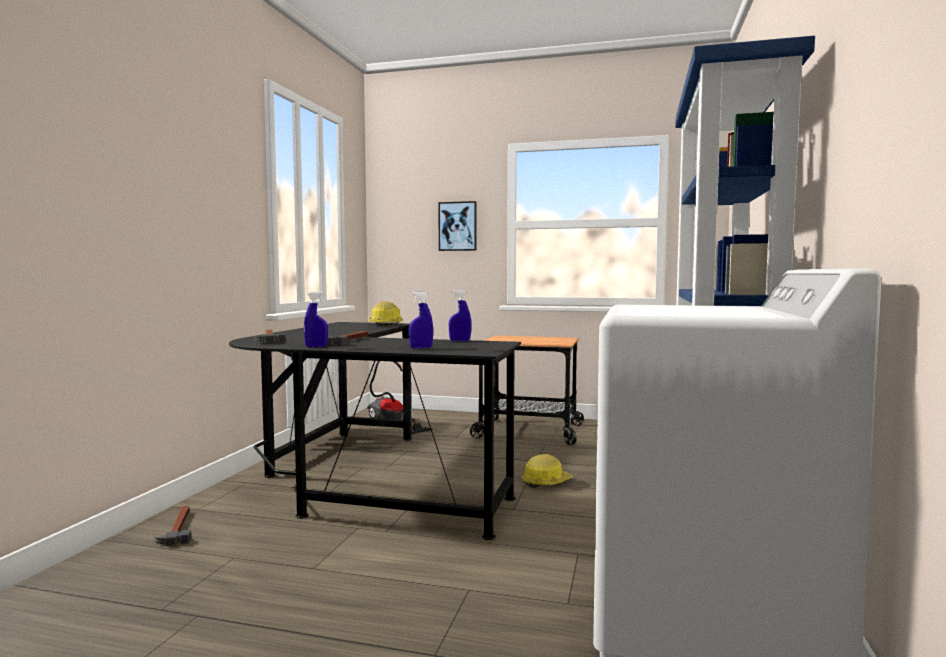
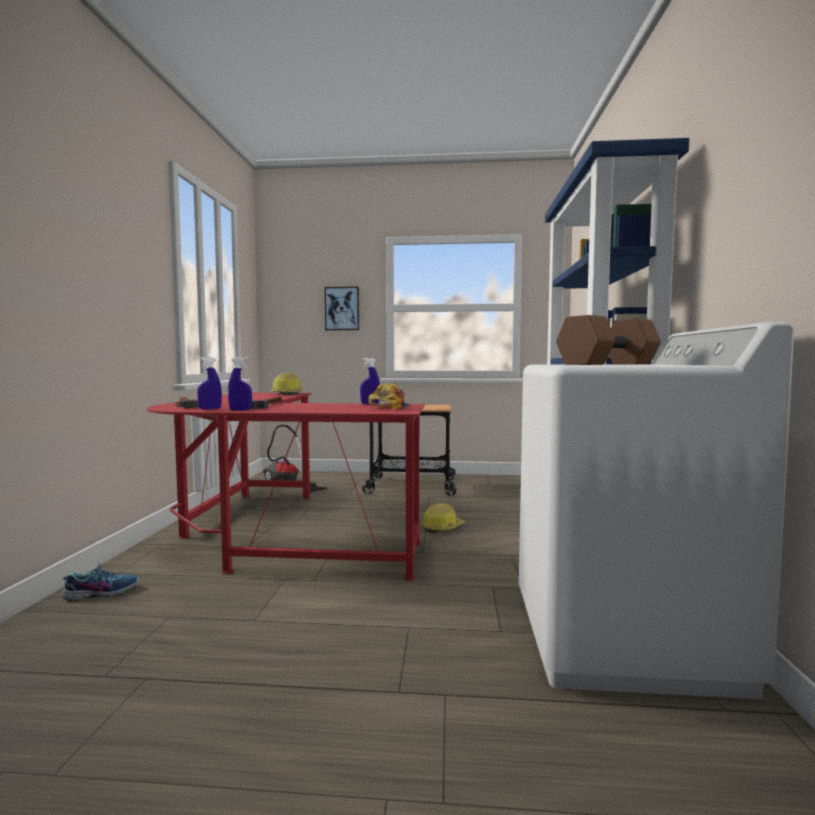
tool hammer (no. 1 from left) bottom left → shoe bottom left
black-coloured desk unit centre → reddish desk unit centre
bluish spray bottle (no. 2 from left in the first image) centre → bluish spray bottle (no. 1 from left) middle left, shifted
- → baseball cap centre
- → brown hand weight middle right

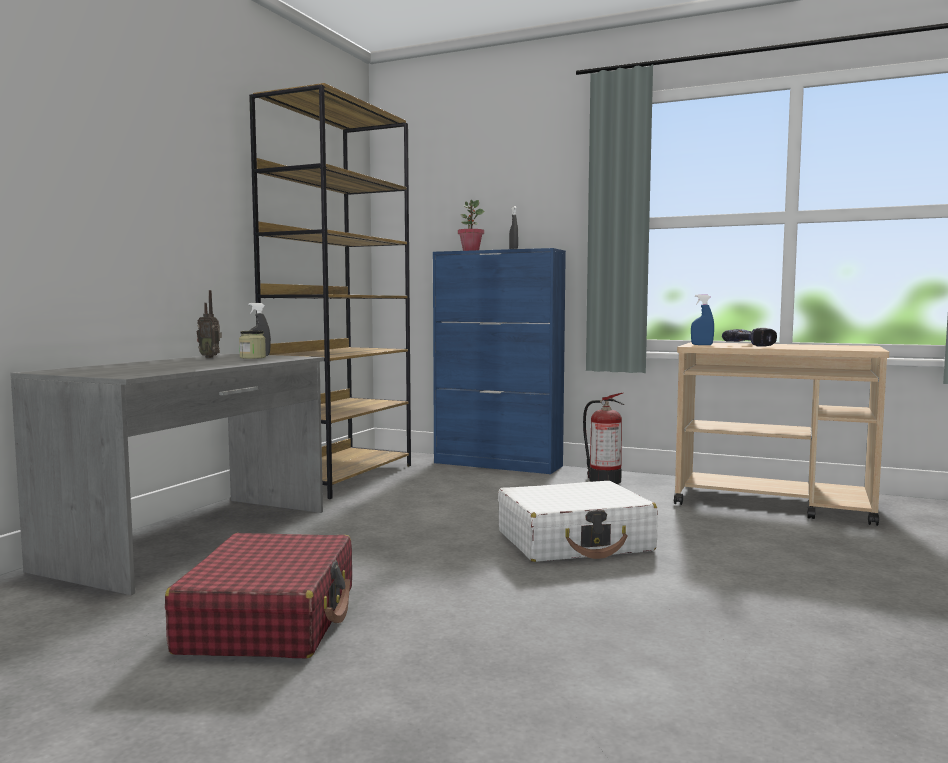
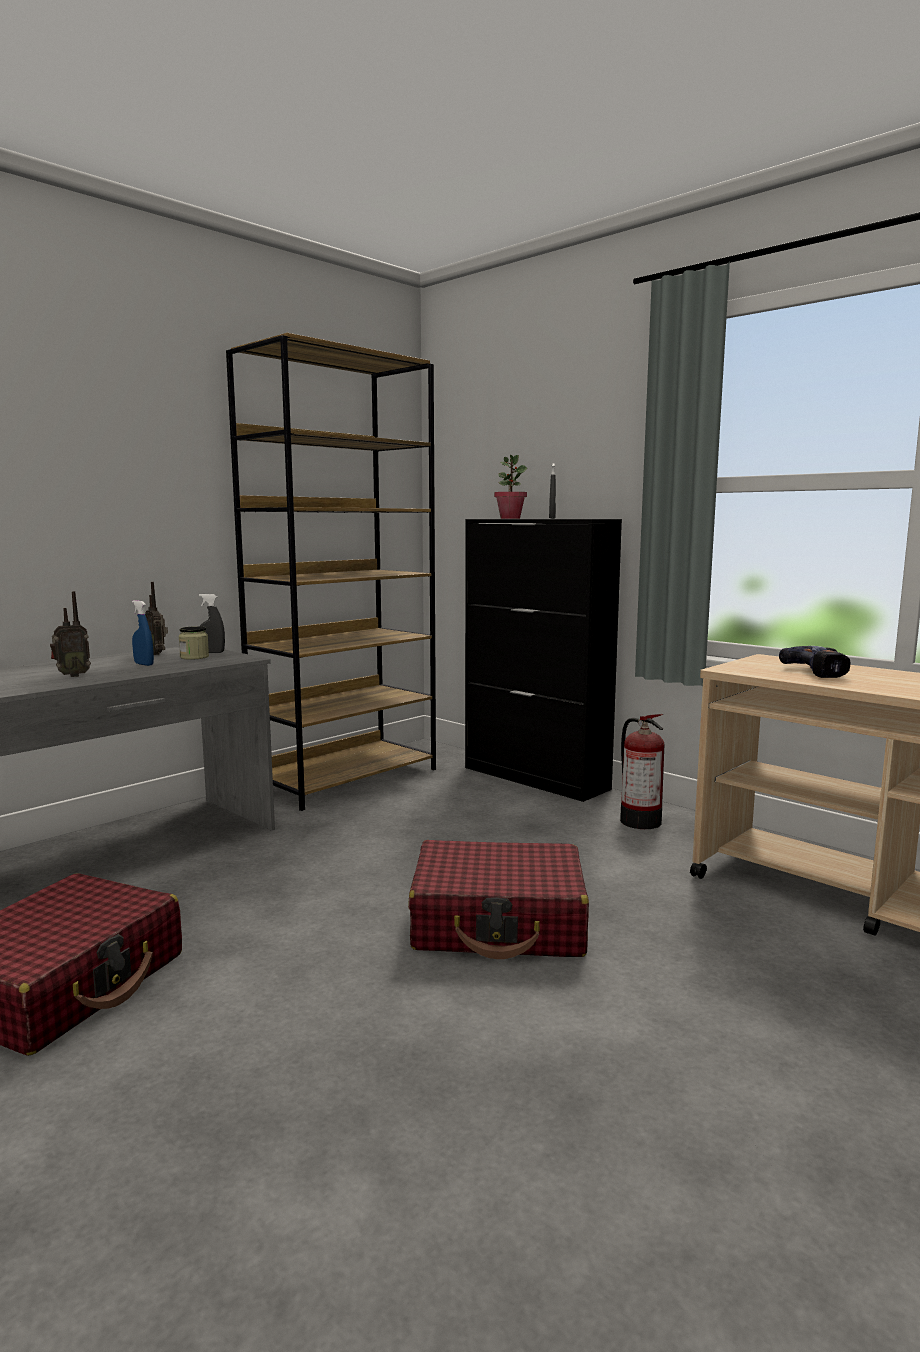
- → radio (no. 1 from left) middle left
bluish spray bottle middle right → bluish spray bottle middle left, shifted
white piece of luggage bottom centre → reddish piece of luggage (no. 2 from left) centre
bluish cabinet centre → black-coloured cabinet centre

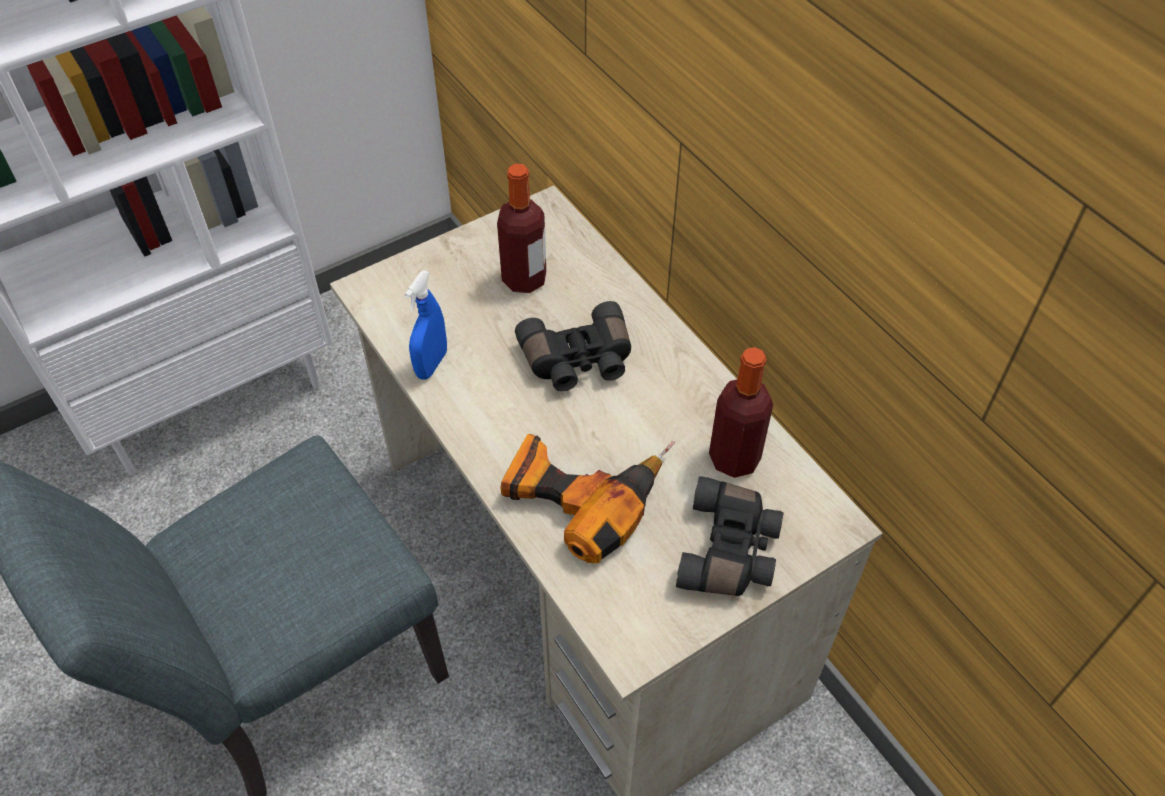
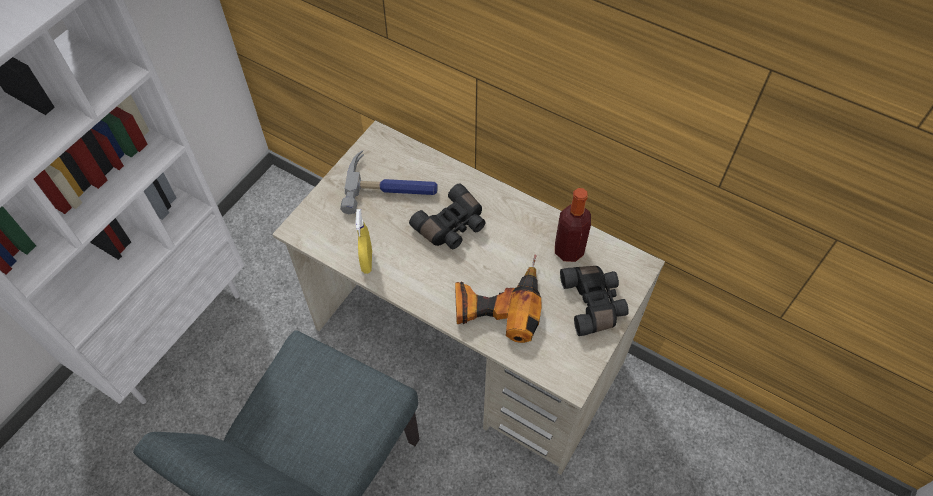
beverage bottle (no. 1 from left) top centre → tool hammer centre
bluish spray bottle centre → yellow-coloured spray bottle centre

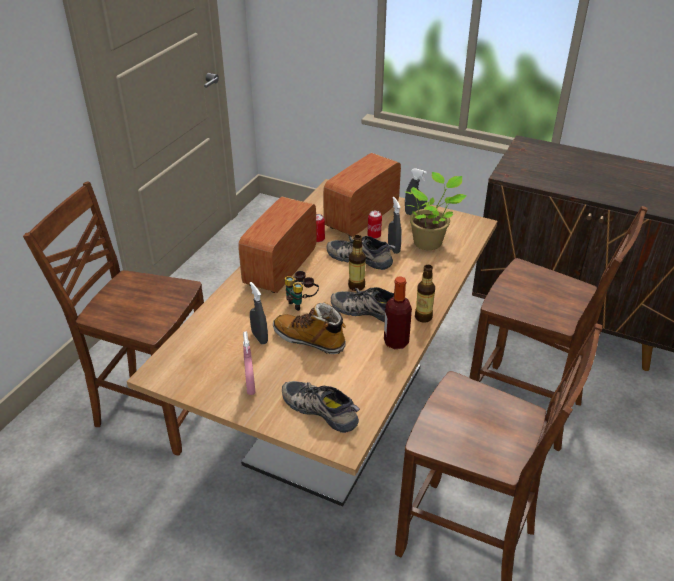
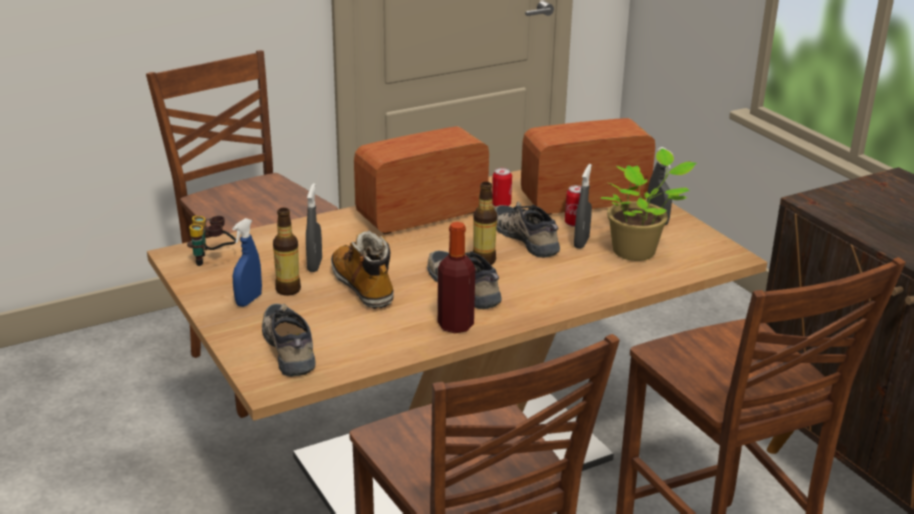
field glasses centre → field glasses middle left, shifted
pink spray bottle centre → bluish spray bottle middle left
beverage bottle (no. 3 from left in the first image) centre → beverage bottle (no. 1 from left) middle left, shifted

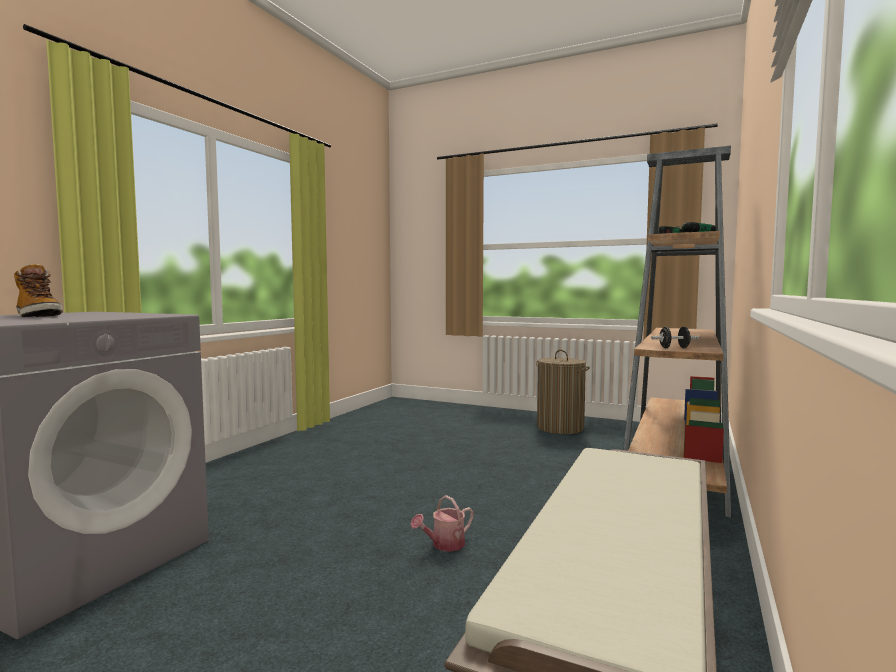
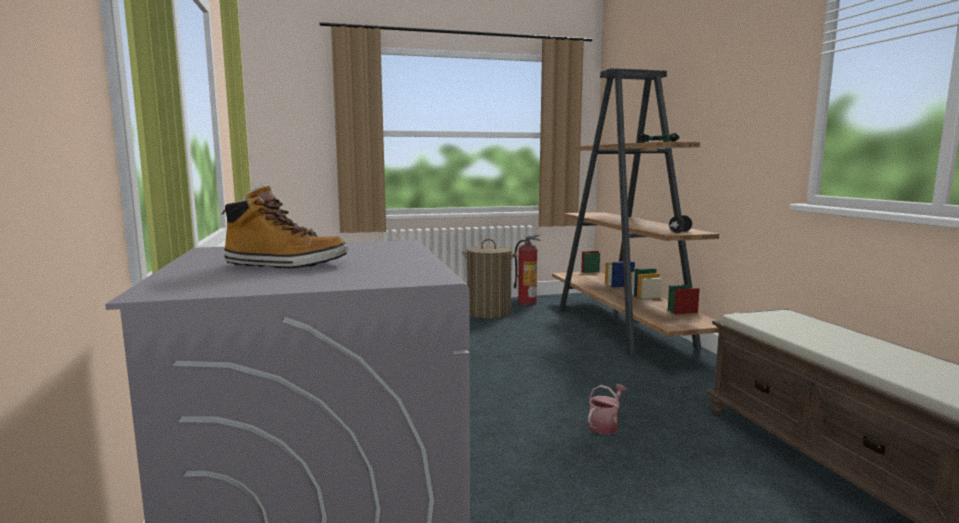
- → fire-fighting cylinder centre
sprinkling can bottom centre, 150 degrees counterclockwise

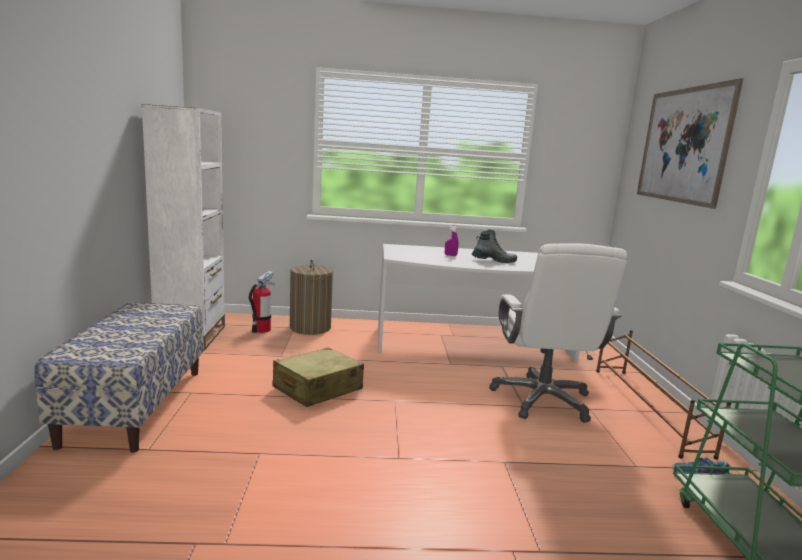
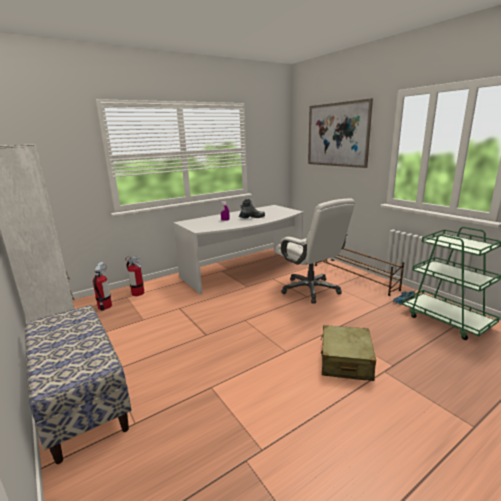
washing basket centre → fire-fighting cylinder (no. 2 from left) middle left
sand-coloured piece of luggage bottom centre → sand-coloured piece of luggage bottom right, shifted

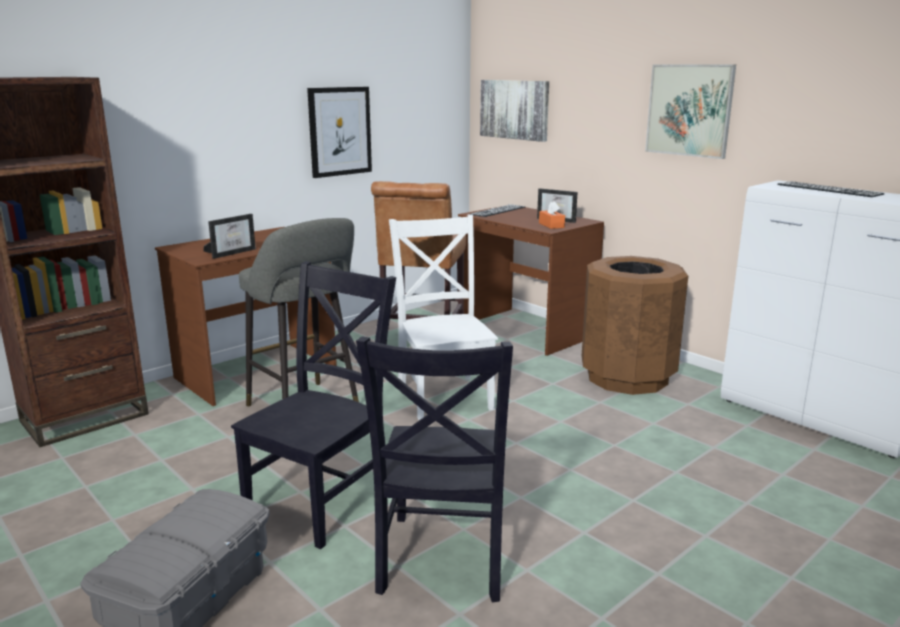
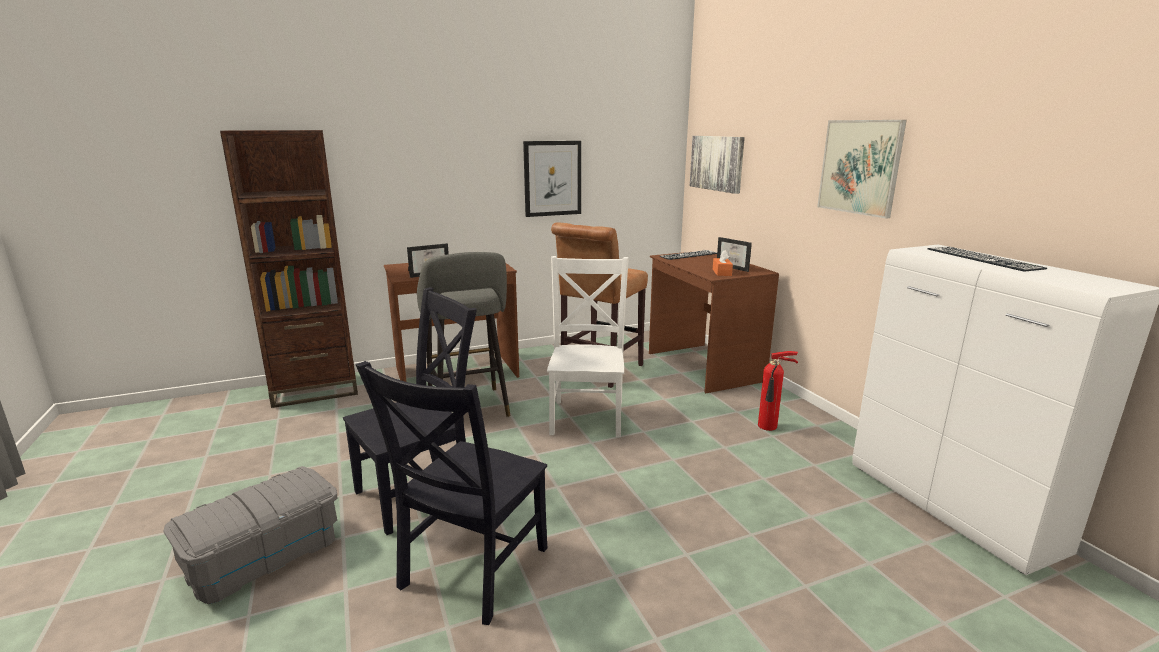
brown rubbish bin middle right → fire-fighting cylinder middle right

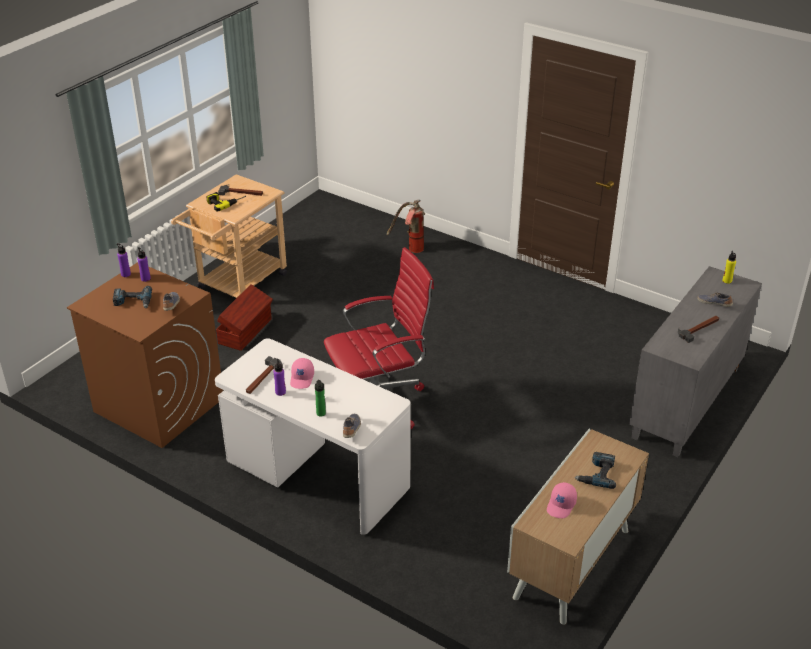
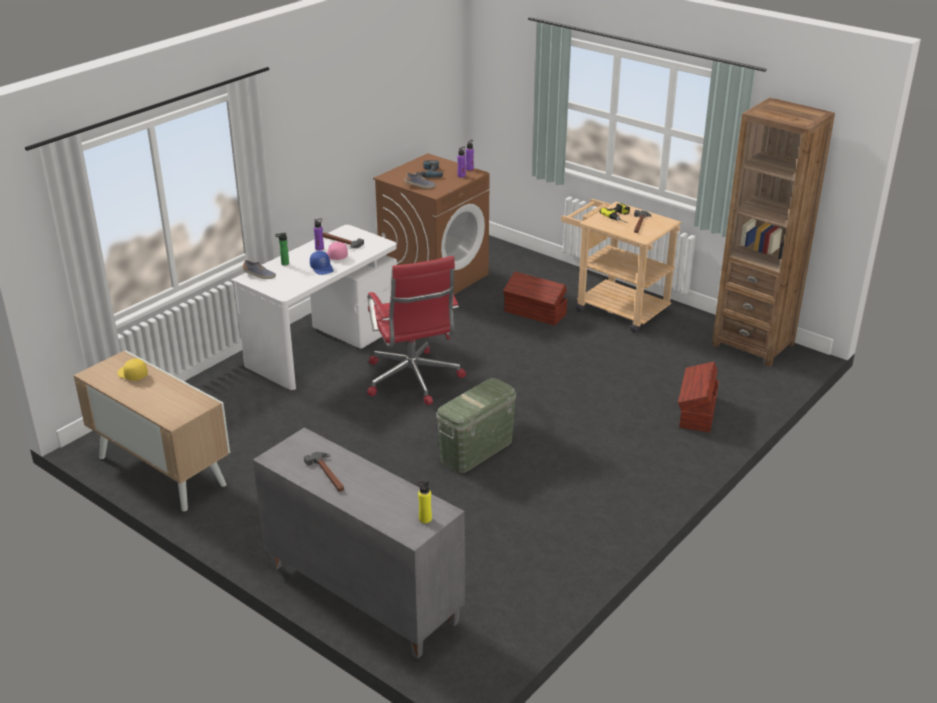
pink baseball cap (no. 2 from left) bottom right → yellow-coloured baseball cap middle left
- → bluish baseball cap centre
- → green-coloured storage bin centre
fire-fighting cylinder centre → brown storage bin (no. 2 from left) middle right
- → brown bookcase top right
power drill (no. 3 from left) bottom right → -
shoe (no. 3 from left) middle right → -

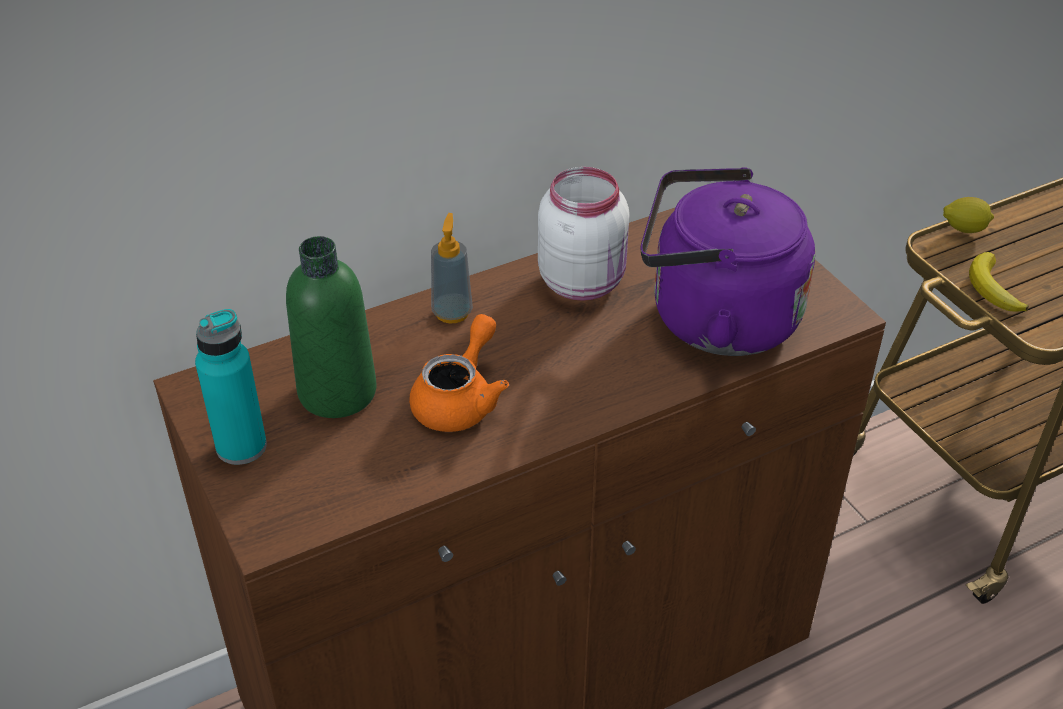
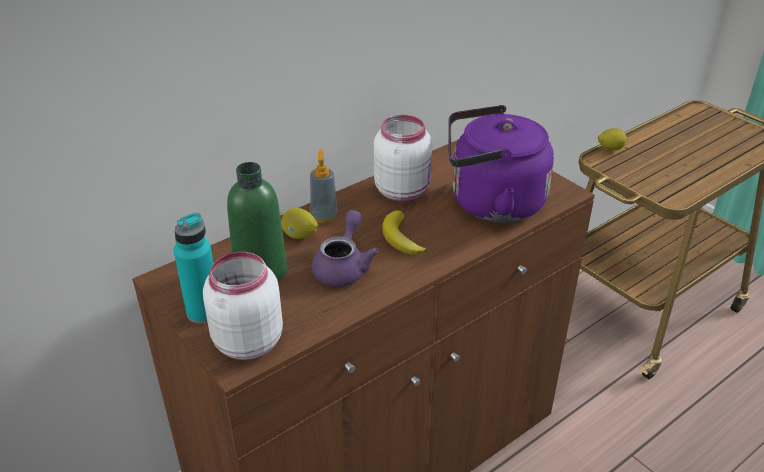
- → white preserve jar (no. 1 from left) middle left
- → whole lemon (no. 1 from left) centre
orange pot for tea centre → purple pot for tea centre
whole banana middle right → whole banana centre, shifted

